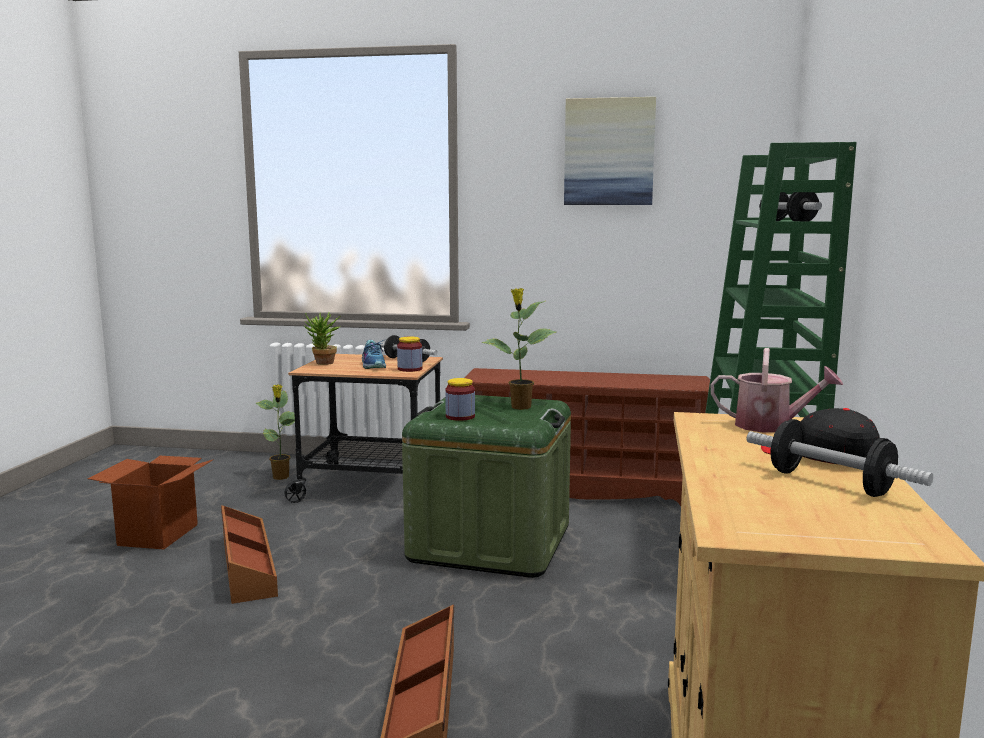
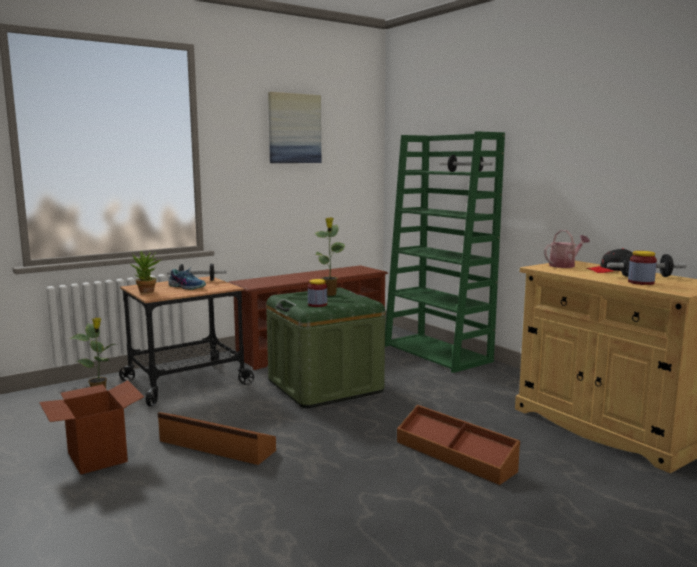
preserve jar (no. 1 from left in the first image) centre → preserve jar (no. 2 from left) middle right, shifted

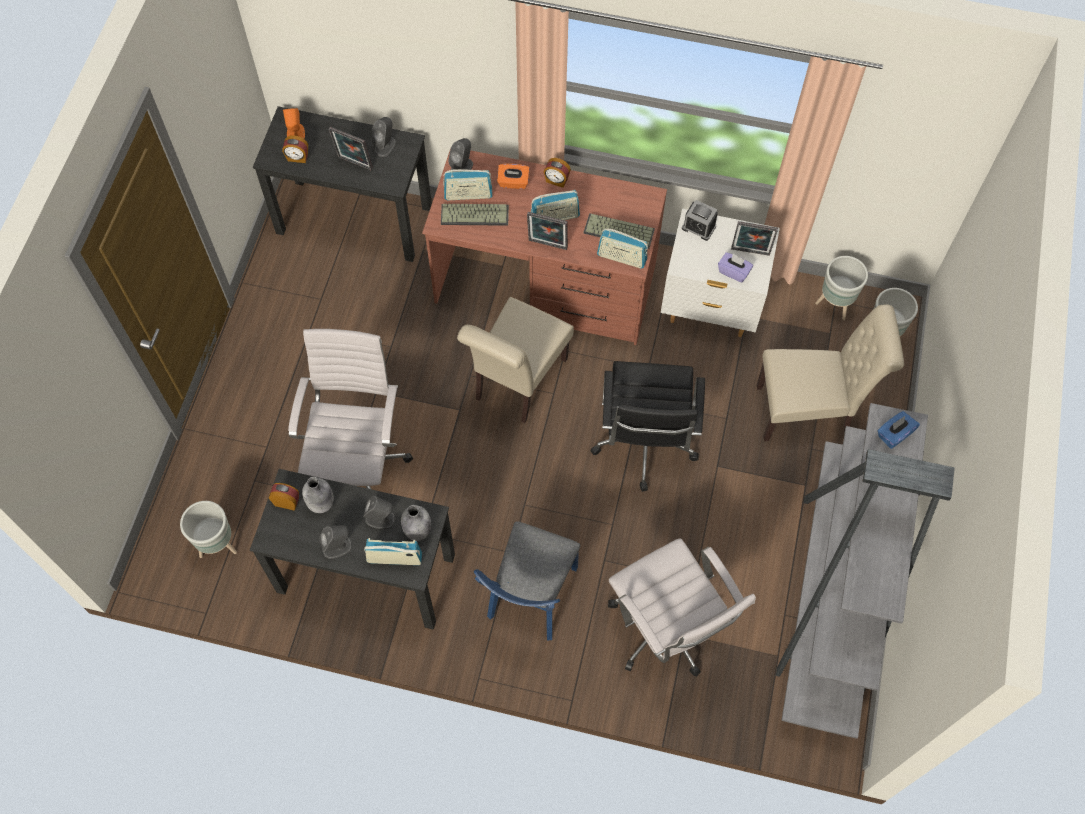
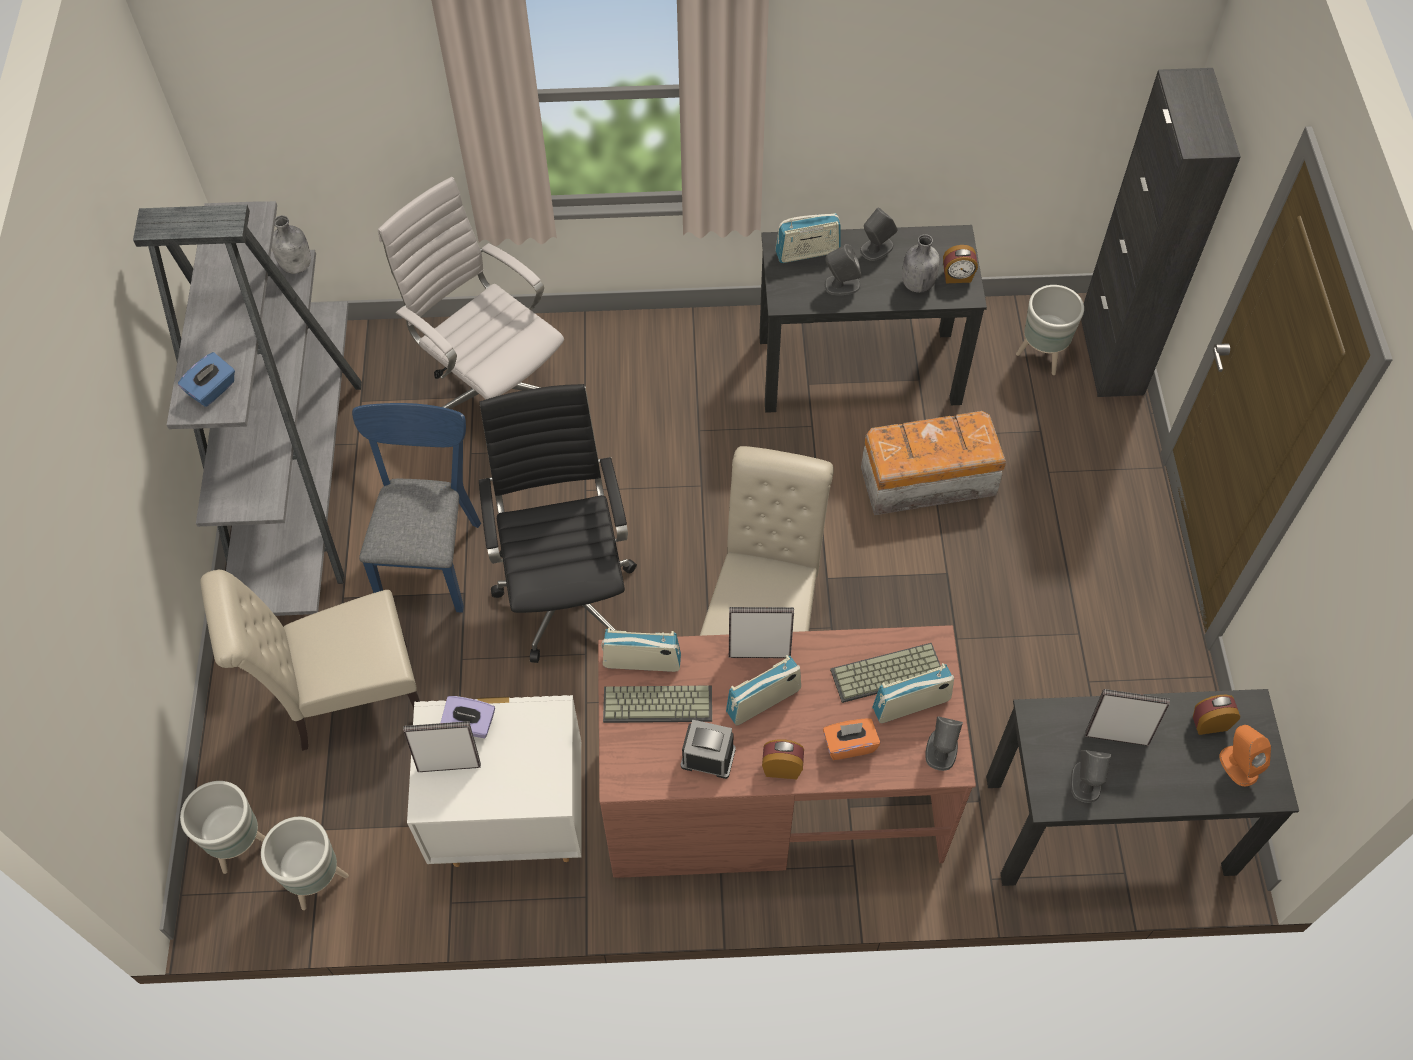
grey beverage bottle (no. 2 from left in the first image) centre → grey beverage bottle (no. 1 from left) top left, shifted
bluish upright chair bottom centre → bluish upright chair middle left, shifted
alarm clock (no. 4 from left in the first image) top centre → alarm clock (no. 1 from left) bottom centre, shifted
white computer chair (no. 1 from left) middle left → storage bin centre
- → black-coloured cabinet top right

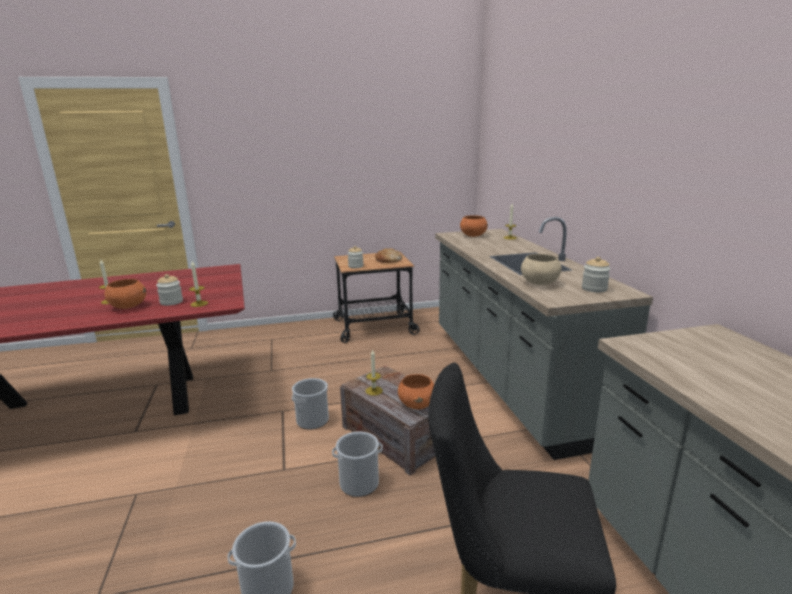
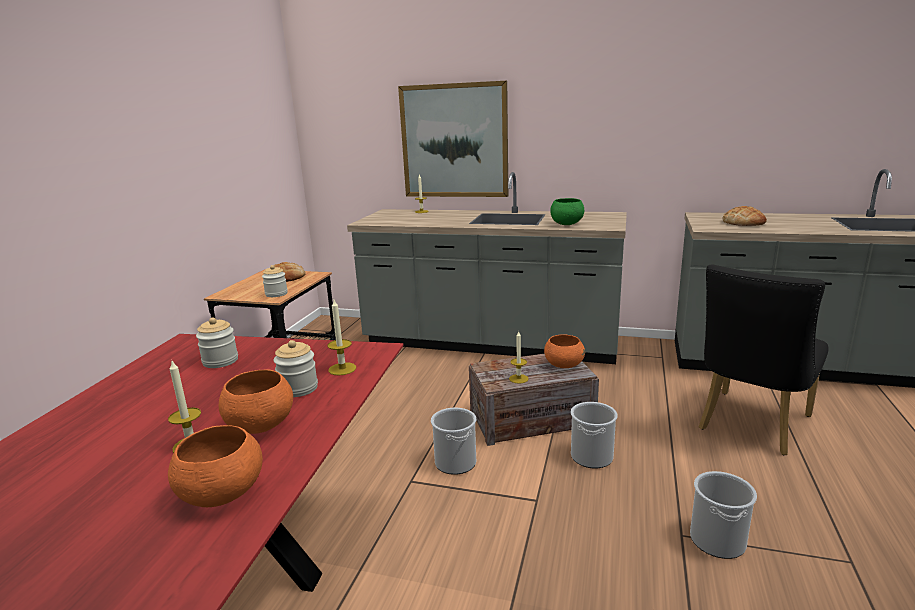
orange deep dish (no. 3 from left in the first image) centre → orange deep dish (no. 1 from left) bottom left, shifted
preserve jar (no. 3 from left in the first image) middle right → preserve jar (no. 1 from left) middle left, shifted
- → wall picture top centre
sand-coloured deep dish middle right → green-coloured deep dish centre
- → baked bread (no. 2 from left) middle right

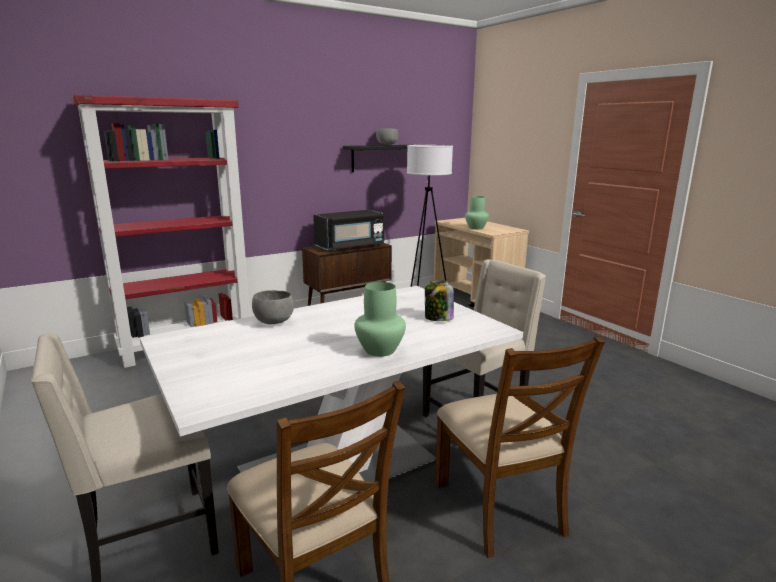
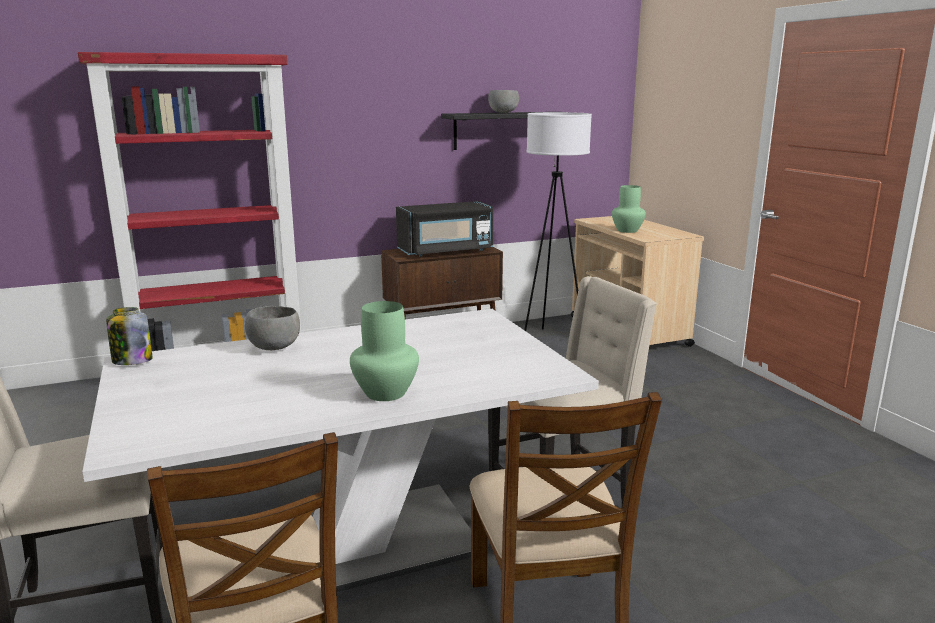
preserve jar centre → preserve jar middle left, shifted

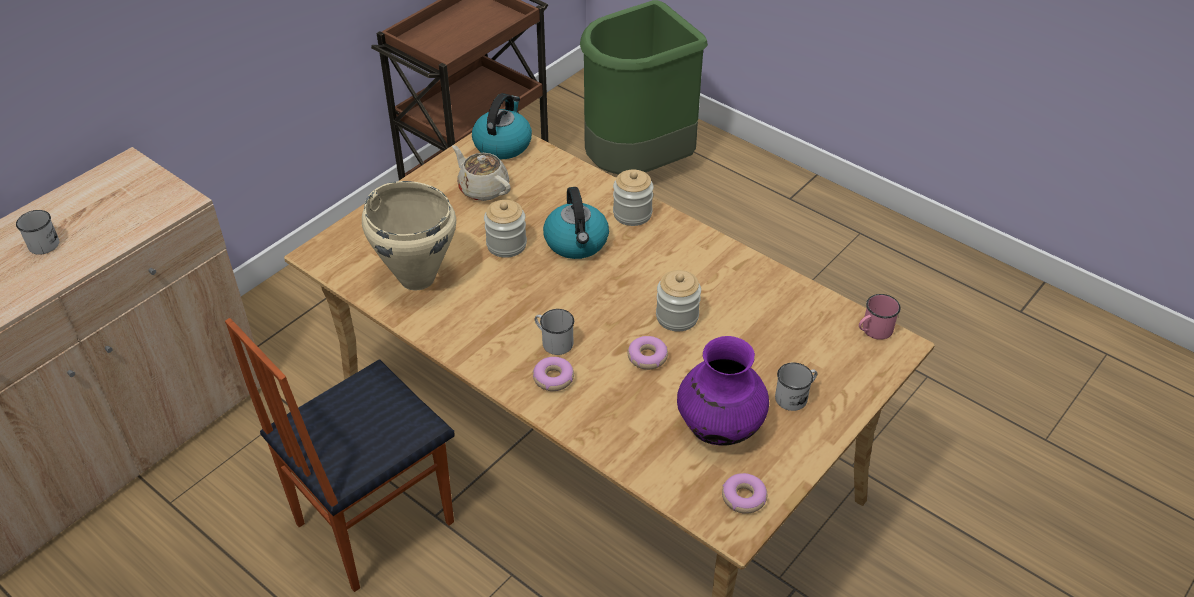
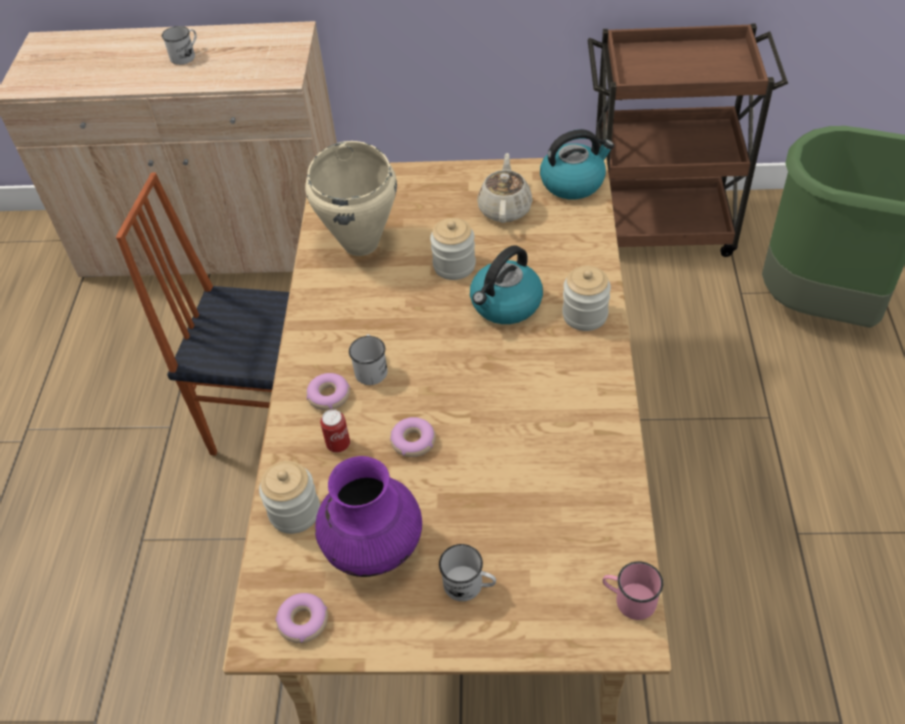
preserve jar (no. 3 from left in the first image) centre → preserve jar (no. 1 from left) bottom left, shifted
- → can centre

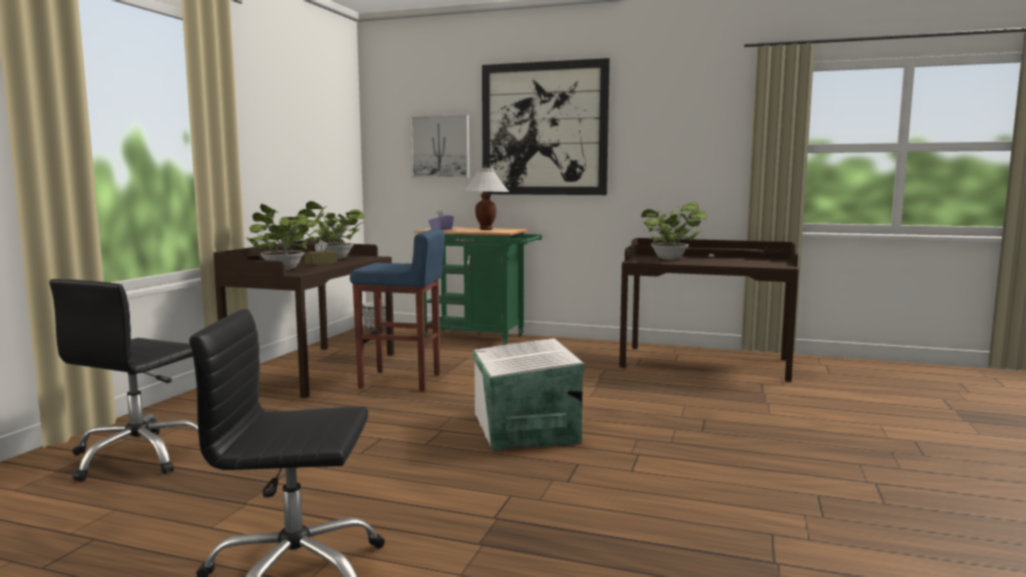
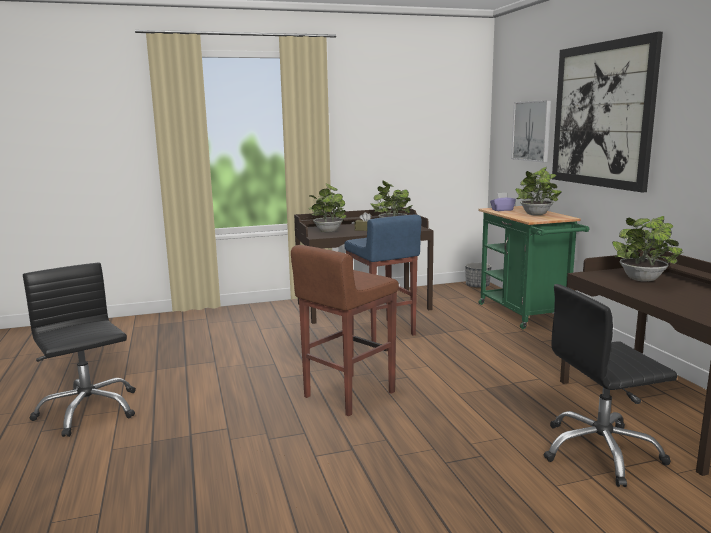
white storage bin bottom centre → brown sitting stool centre
white table lamp centre → plant in a pot (no. 3 from left) middle right
black-coloured computer chair (no. 1 from left in the first image) middle left → black-coloured computer chair (no. 2 from left) bottom right, shifted

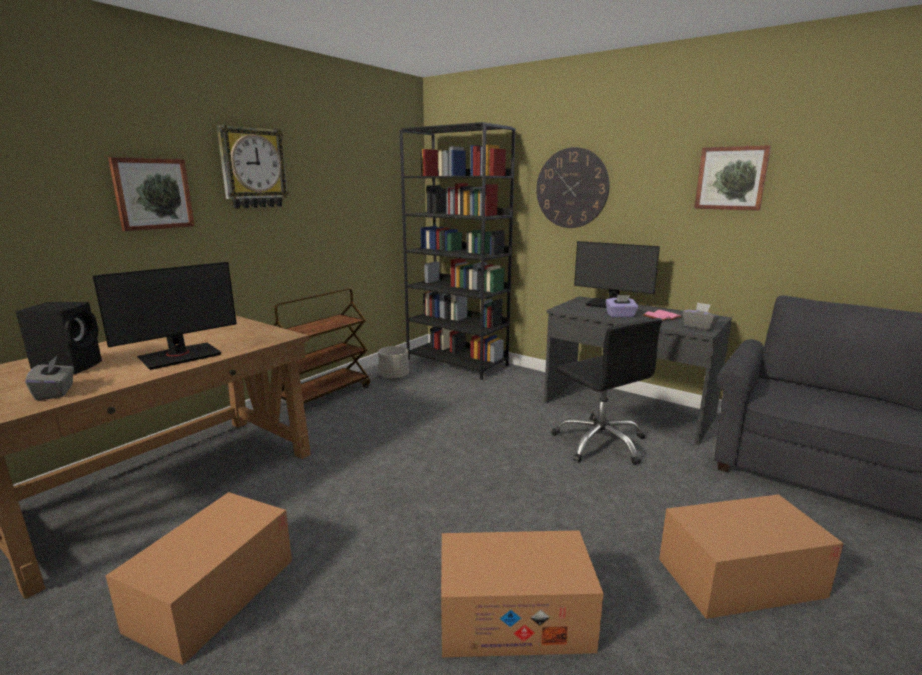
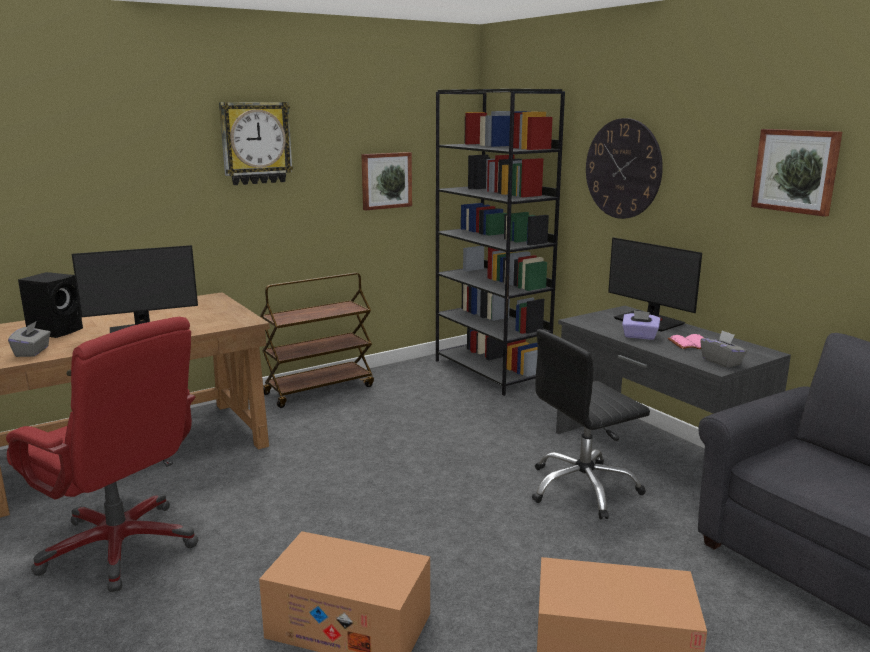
packing box (no. 1 from left) bottom left → reddish computer chair bottom left
wall picture (no. 1 from left) top left → wall picture (no. 1 from left) top centre, shifted
black-coloured computer chair centre → black-coloured computer chair middle right, 75 degrees clockwise
grey plant pot centre → -

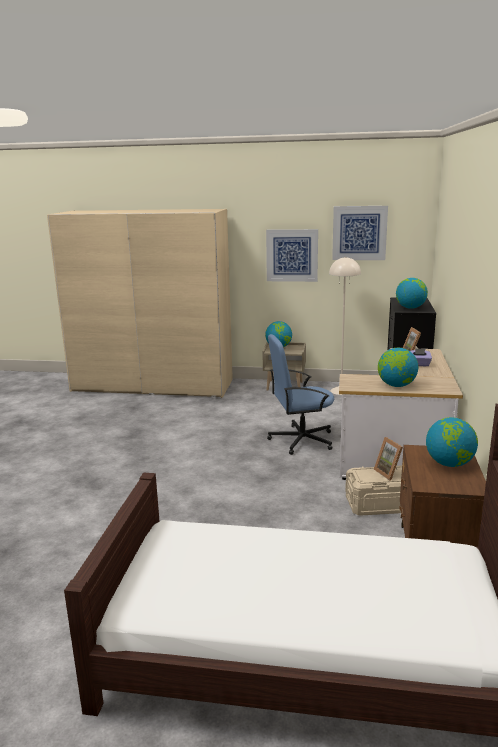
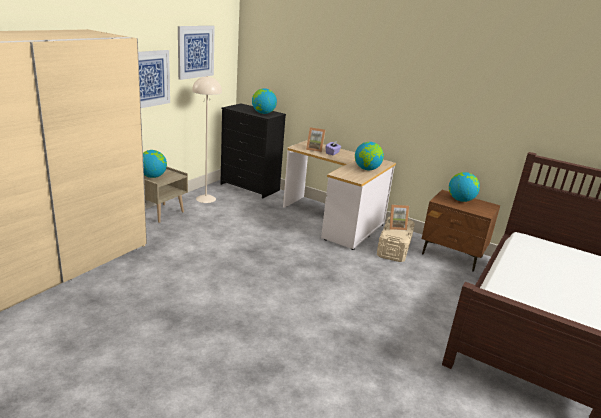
bluish computer chair centre → -

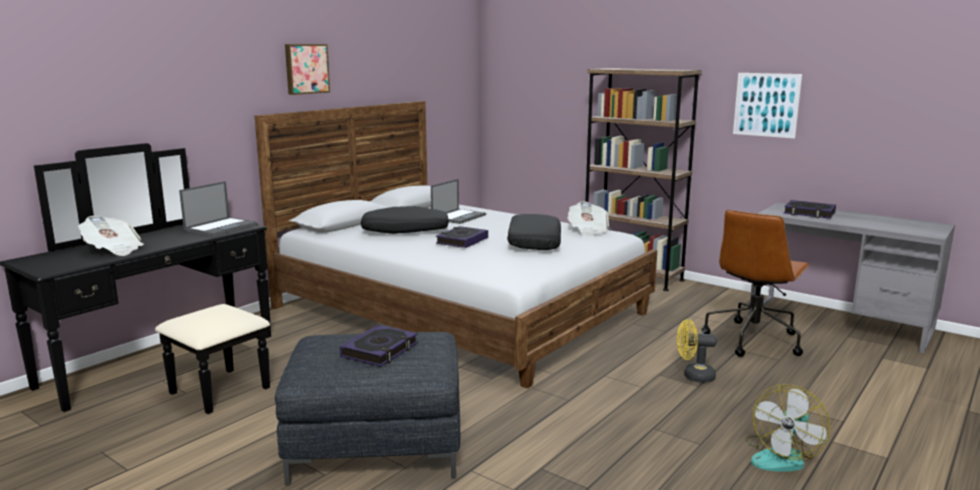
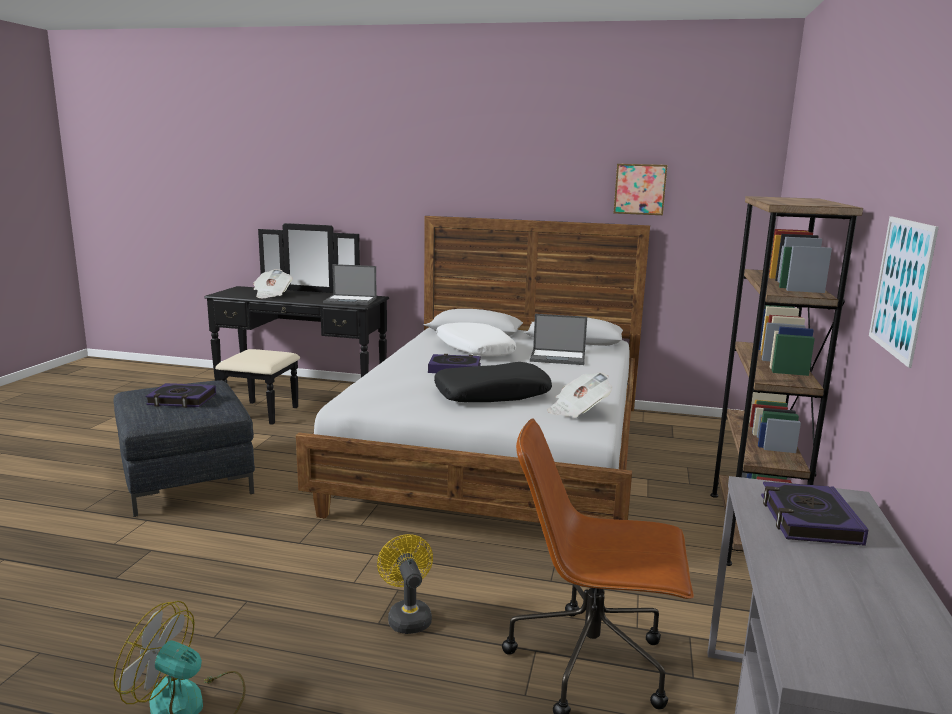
black-coloured throw pillow (no. 1 from left) centre → white throw pillow centre
wall picture (no. 1 from left) top left → wall picture (no. 1 from left) top right, shifted

